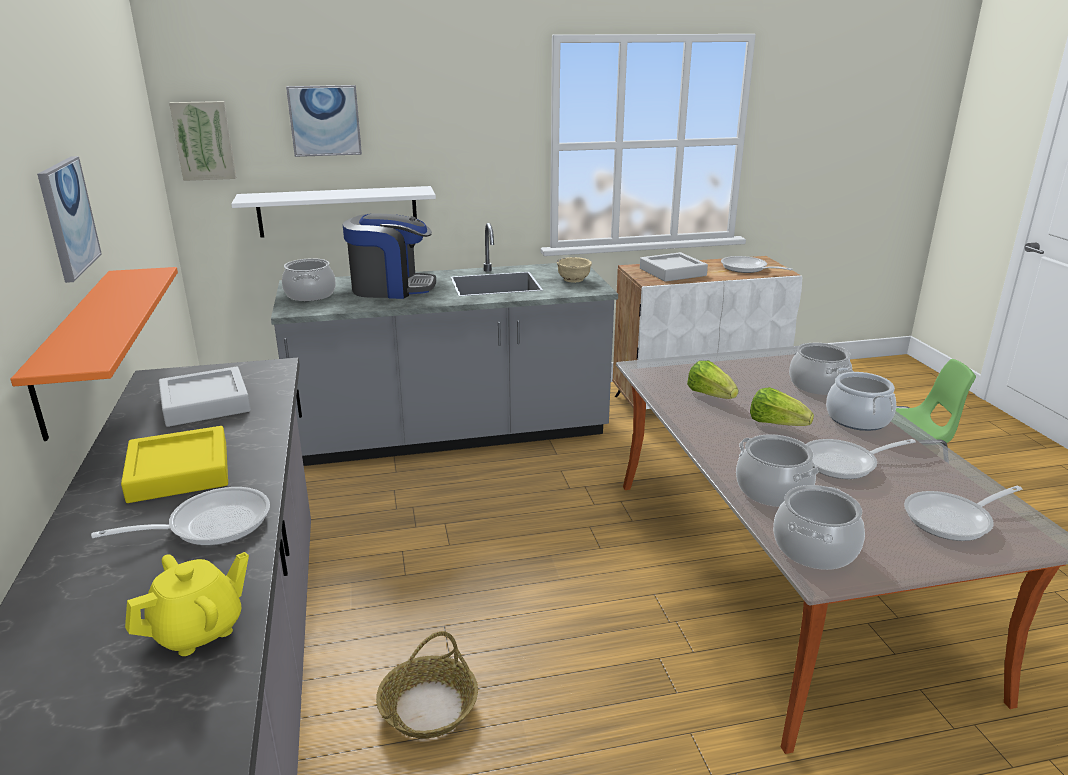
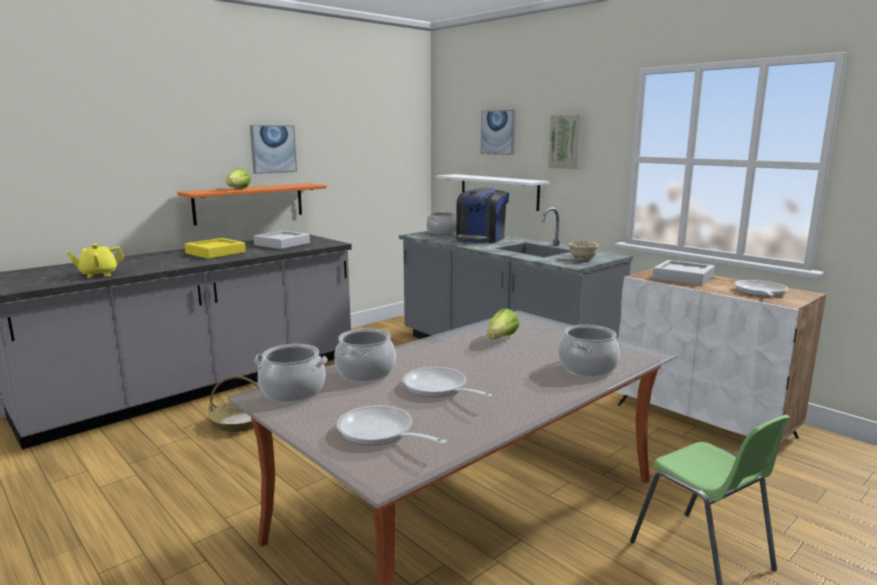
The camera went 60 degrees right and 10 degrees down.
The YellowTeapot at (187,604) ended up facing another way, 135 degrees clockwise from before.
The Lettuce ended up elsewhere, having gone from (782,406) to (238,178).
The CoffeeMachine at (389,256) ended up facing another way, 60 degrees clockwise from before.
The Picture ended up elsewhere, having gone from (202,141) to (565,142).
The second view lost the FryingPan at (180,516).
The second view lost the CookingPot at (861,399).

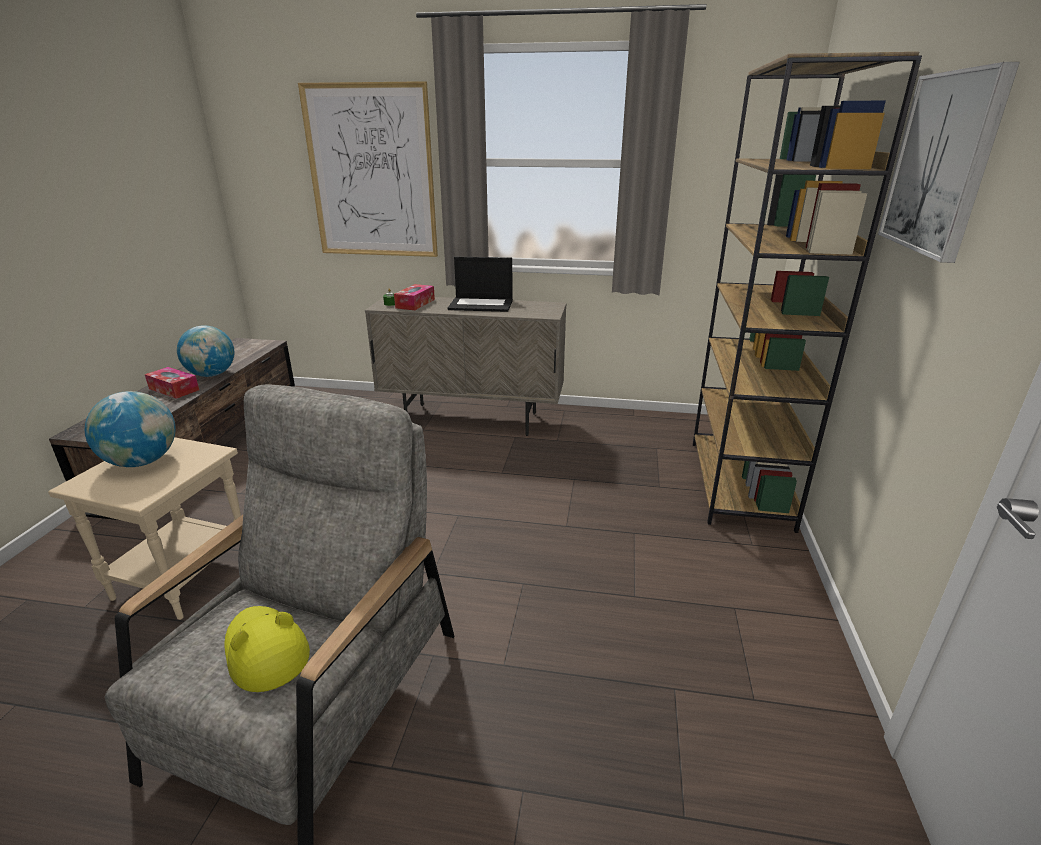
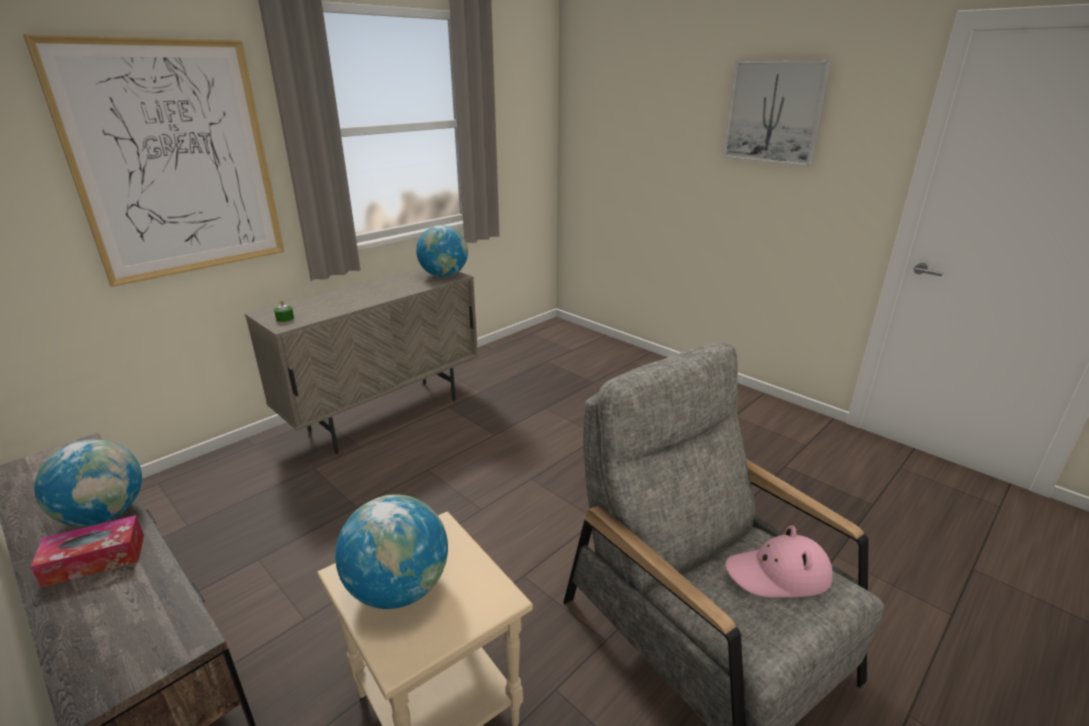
The camera went 55 degrees left and 0 degrees up.
The second view gained the Globe at (442,251).
What was the YellowHat at (267,649) turned into the PinkHat at (779,562).
The second view lost the TissueBox at (414,297).
The second view lost the Laptop at (480,284).
The second view lost the BrownBookcase at (807,292).

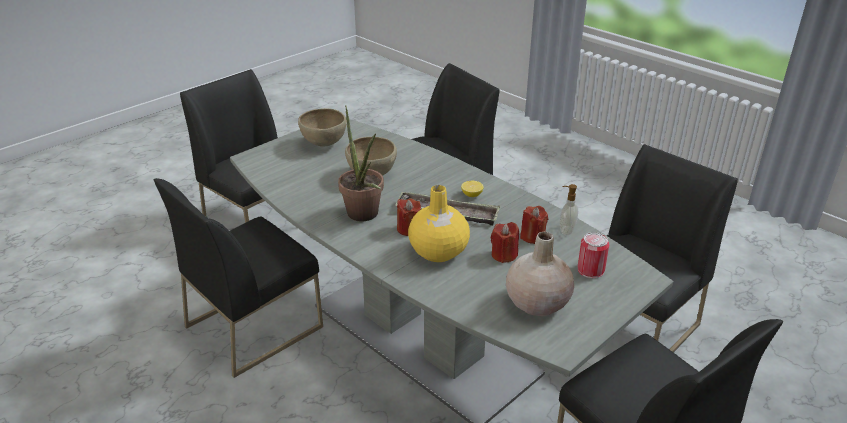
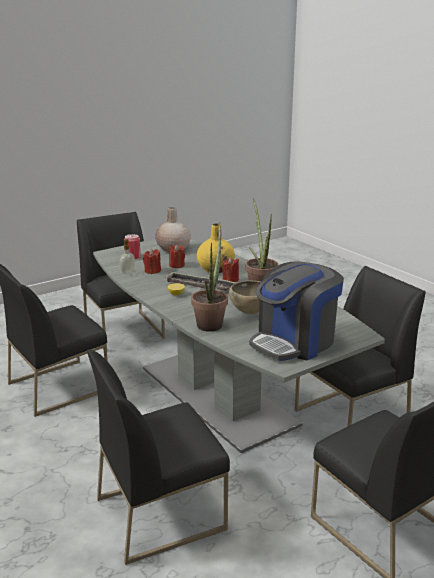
The camera went 170 degrees left and 10 degrees down.
The second view gained the PottedPlant at (209,277).
Where the BrownBowl stood at (322,127), the CoffeeMachine came to stand at (296,311).

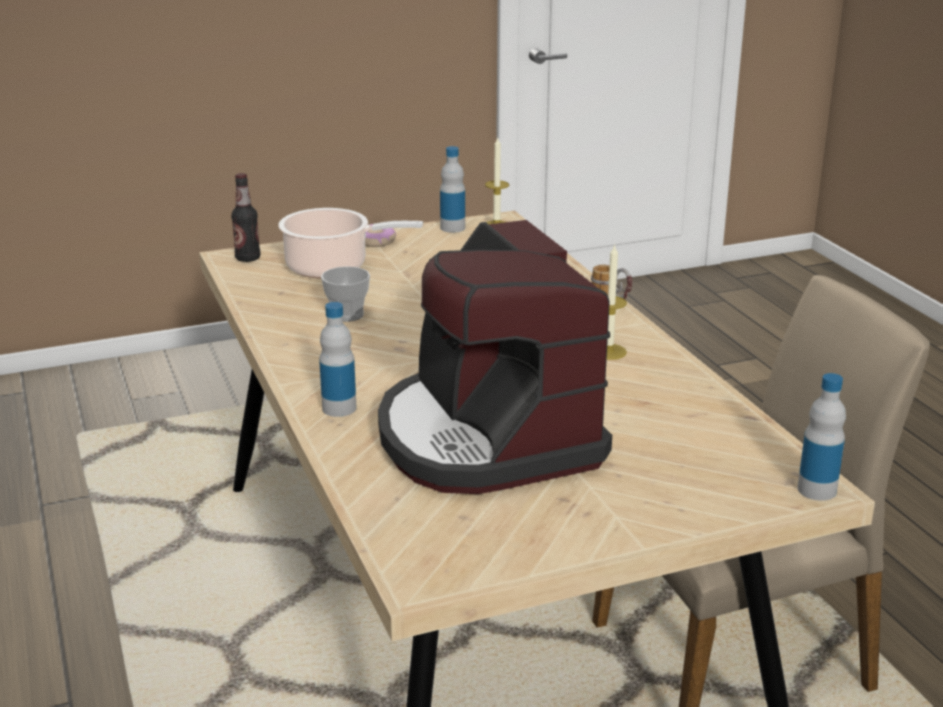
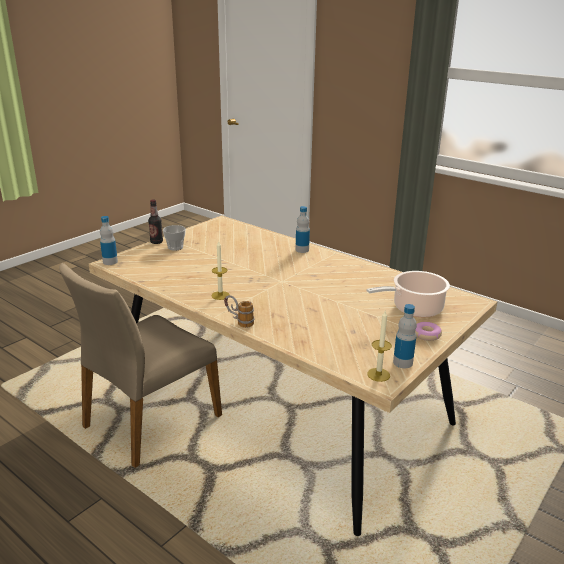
The camera went 150 degrees right and 0 degrees up.
The Bottle ended up elsewhere, having gone from (245,217) to (155,221).
The Cup ended up elsewhere, having gone from (345,294) to (174,238).
The second view lost the CoffeeMachine at (495,357).

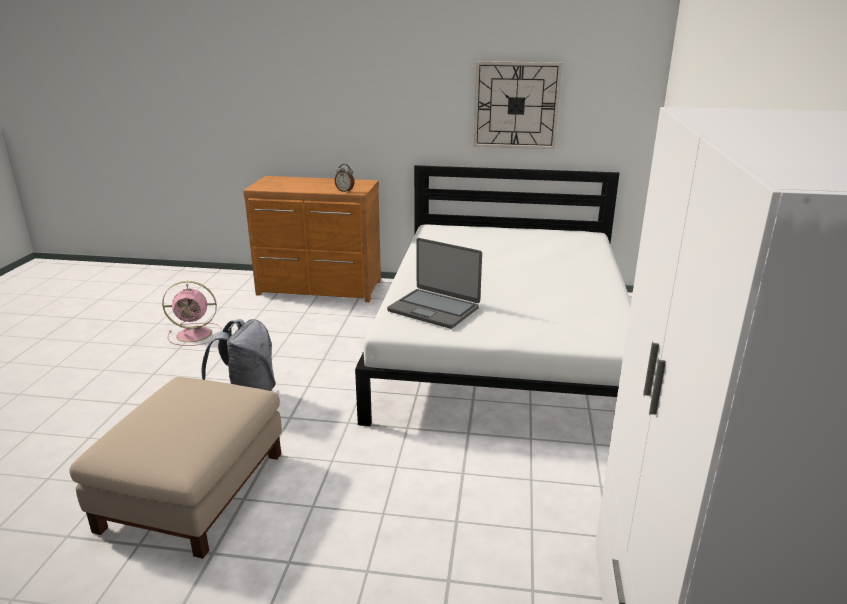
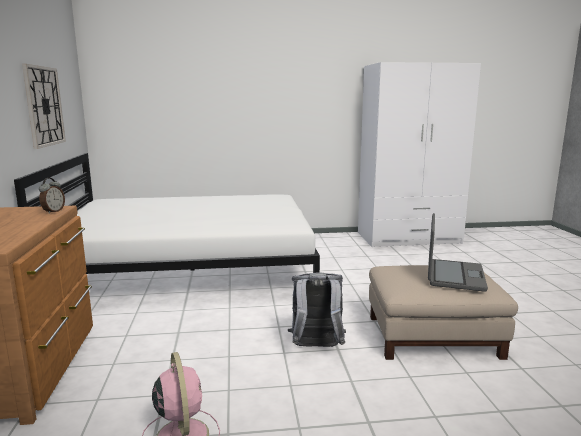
The camera went 105 degrees left and 10 degrees down.
The Laptop ended up elsewhere, having gone from (434,283) to (458,252).

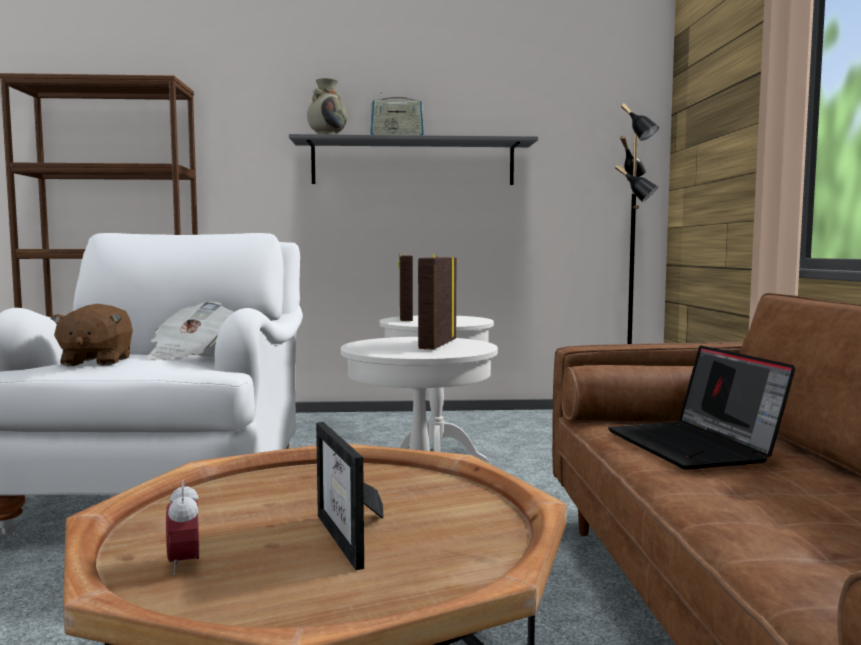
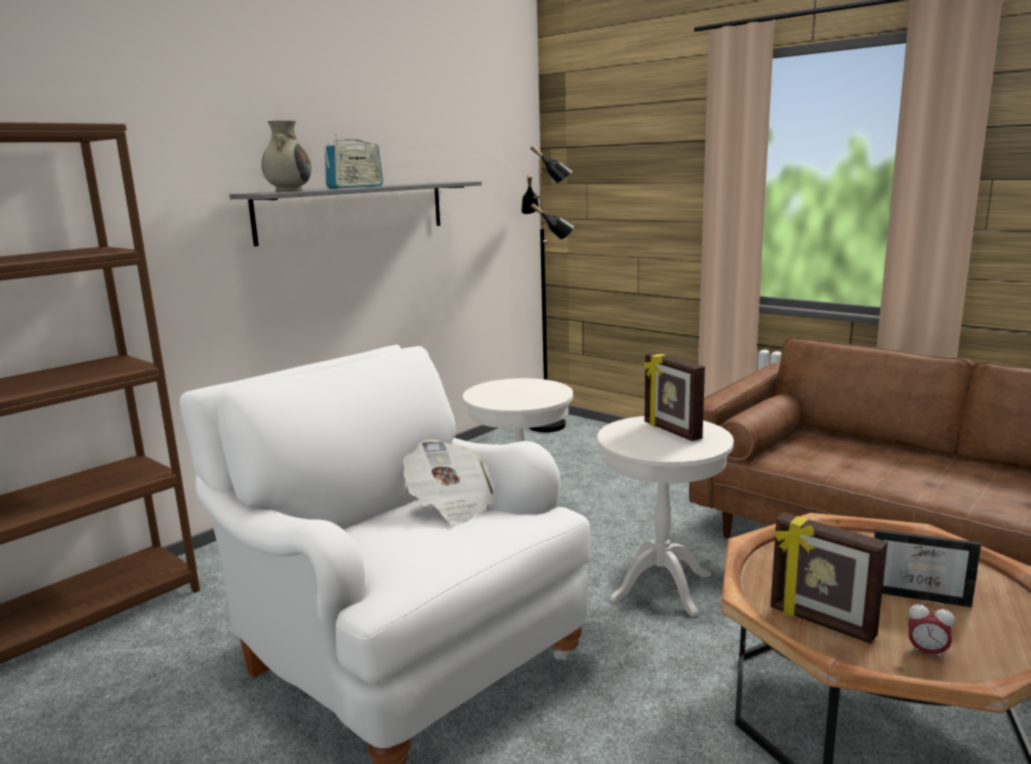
The camera went 45 degrees left and 10 degrees up.
The PictureFrame ended up elsewhere, having gone from (405,287) to (829,578).
The second view lost the BrownPlushToy at (91,335).
The second view lost the Laptop at (702,407).

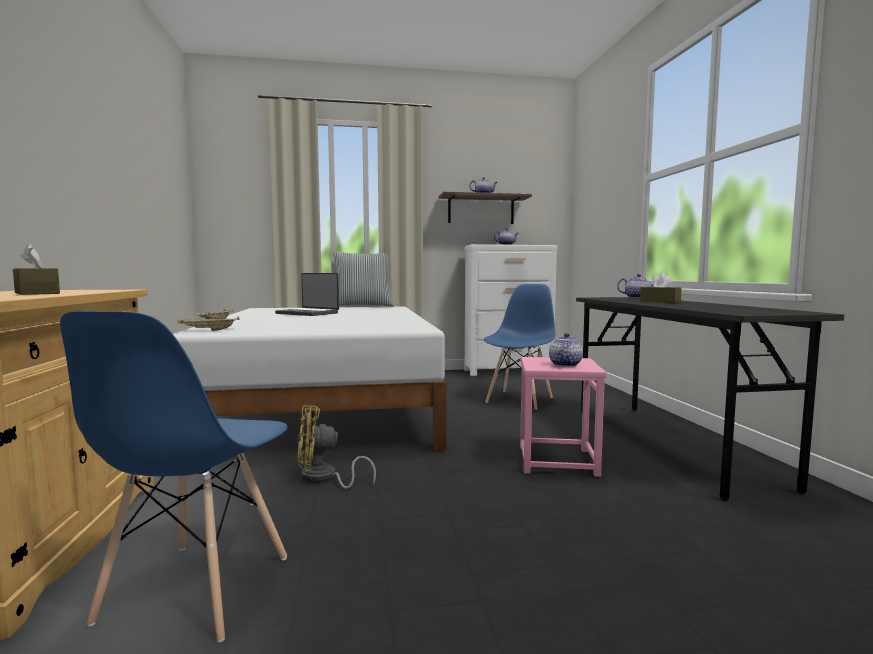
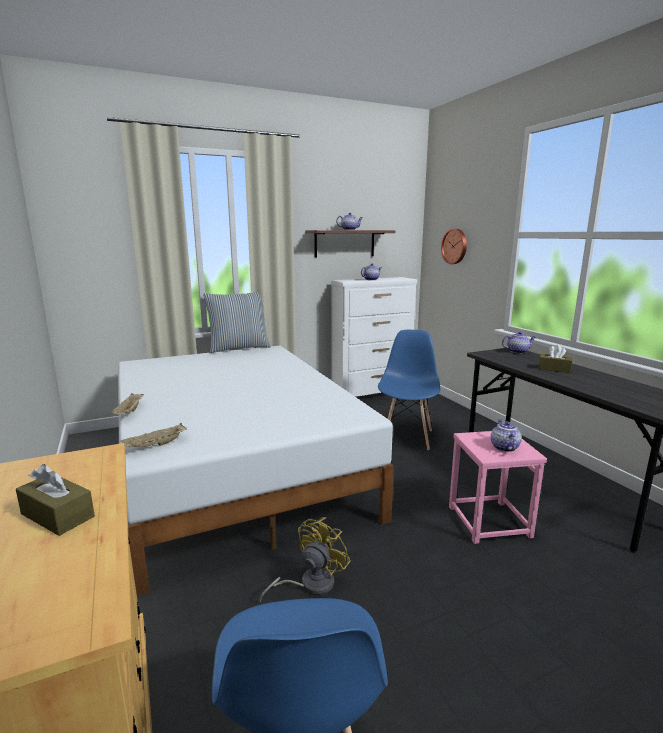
The camera went 15 degrees left and 10 degrees up.
The YellowFan at (336,447) ended up facing another way, 150 degrees clockwise from before.
The second view gained the WallClock at (454,246).
The second view lost the Laptop at (307,294).

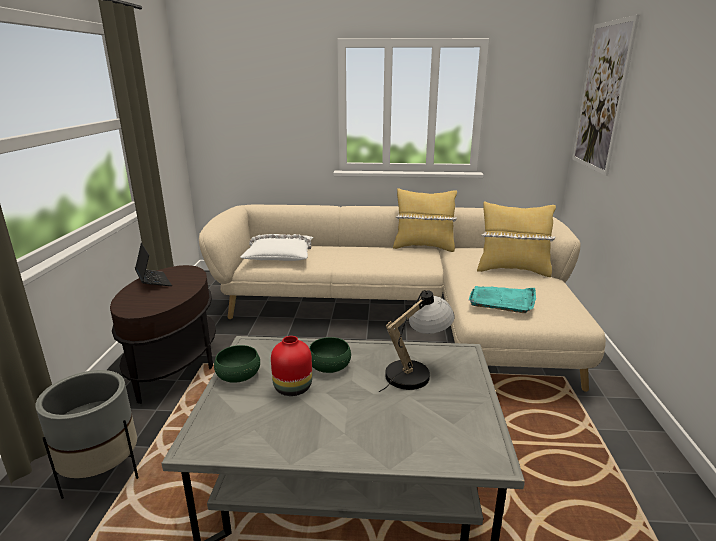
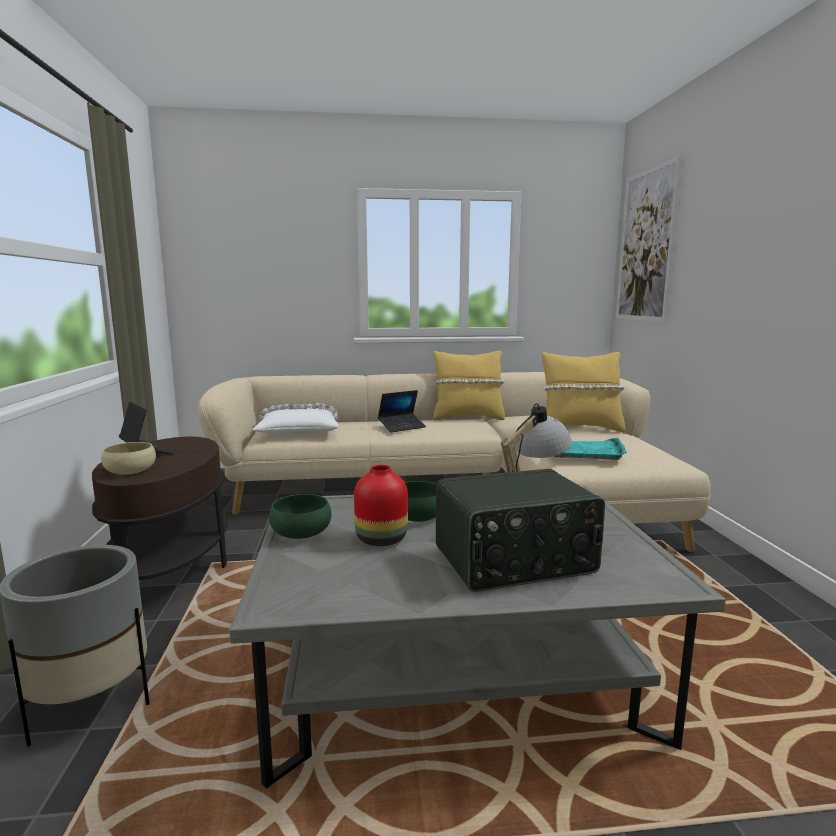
The camera went 10 degrees left and 10 degrees down.
The second view gained the BeigeBowl at (128,458).
The second view gained the Laptop at (402,411).
The second view gained the Radio at (520,530).

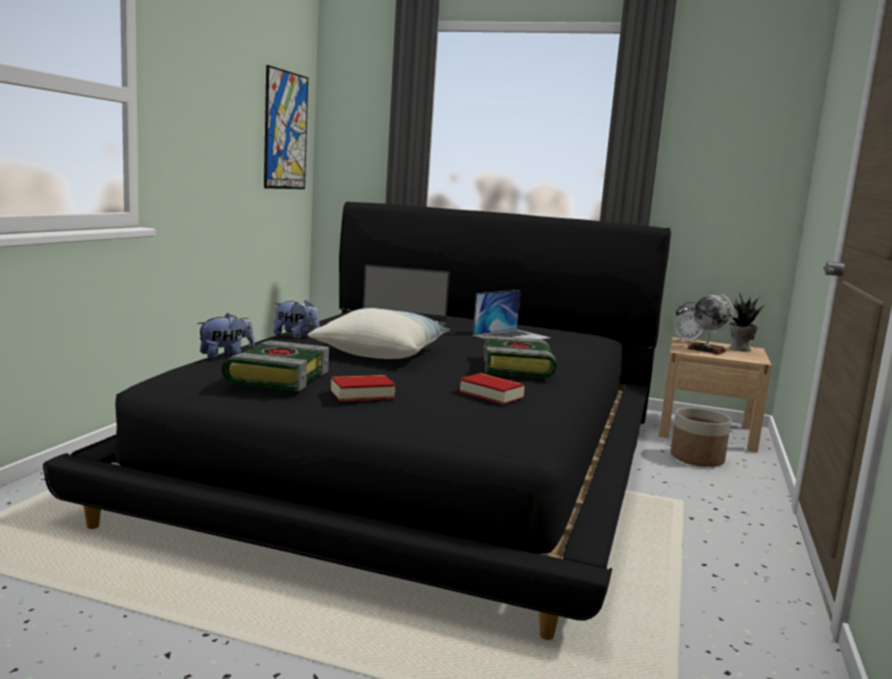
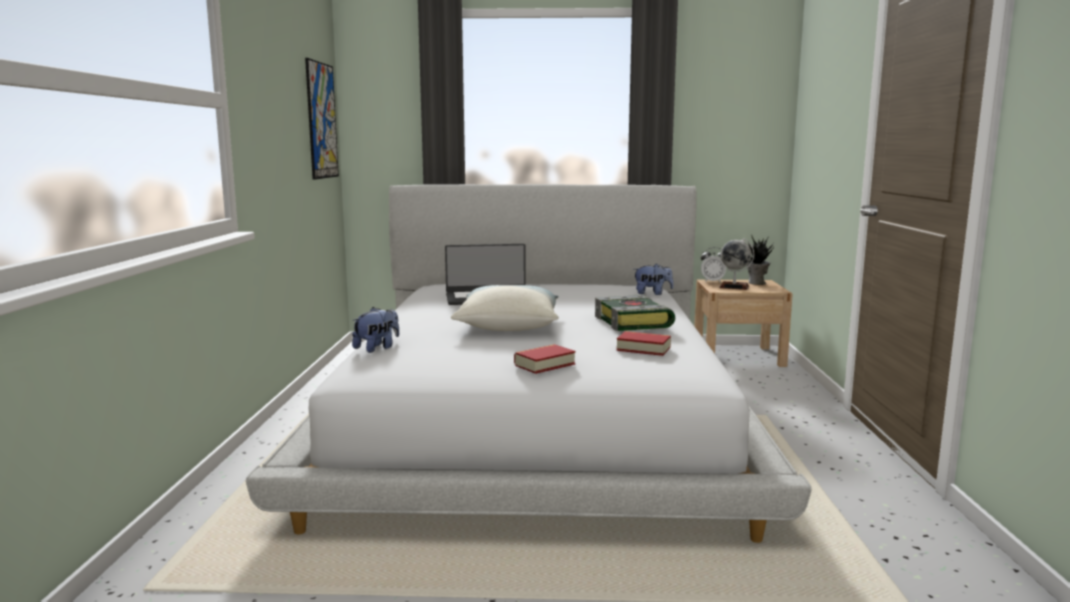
The camera went 15 degrees left and 0 degrees up.
What was the BlackBed at (357,420) turned into the WhiteBed at (528,363).
The PlushToy ended up elsewhere, having gone from (296,319) to (654,279).
The second view lost the Book at (275,366).
The second view lost the Laptop at (512,315).
The second view lost the Planter at (700,437).

